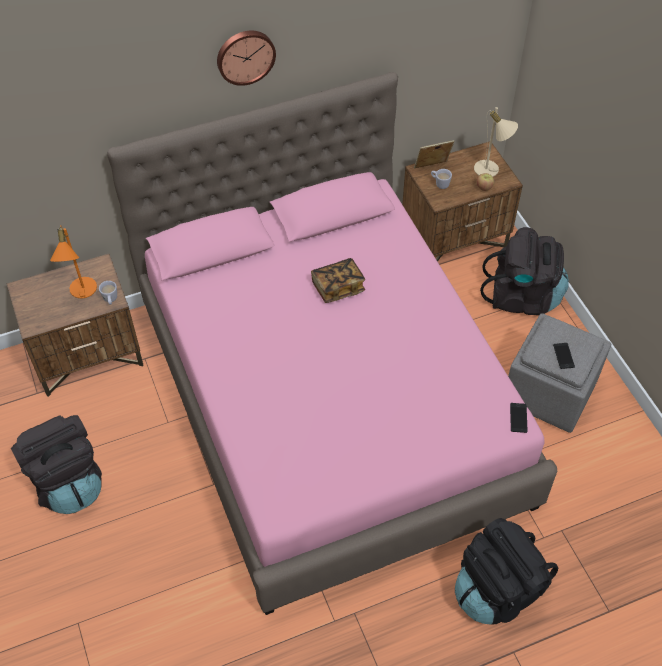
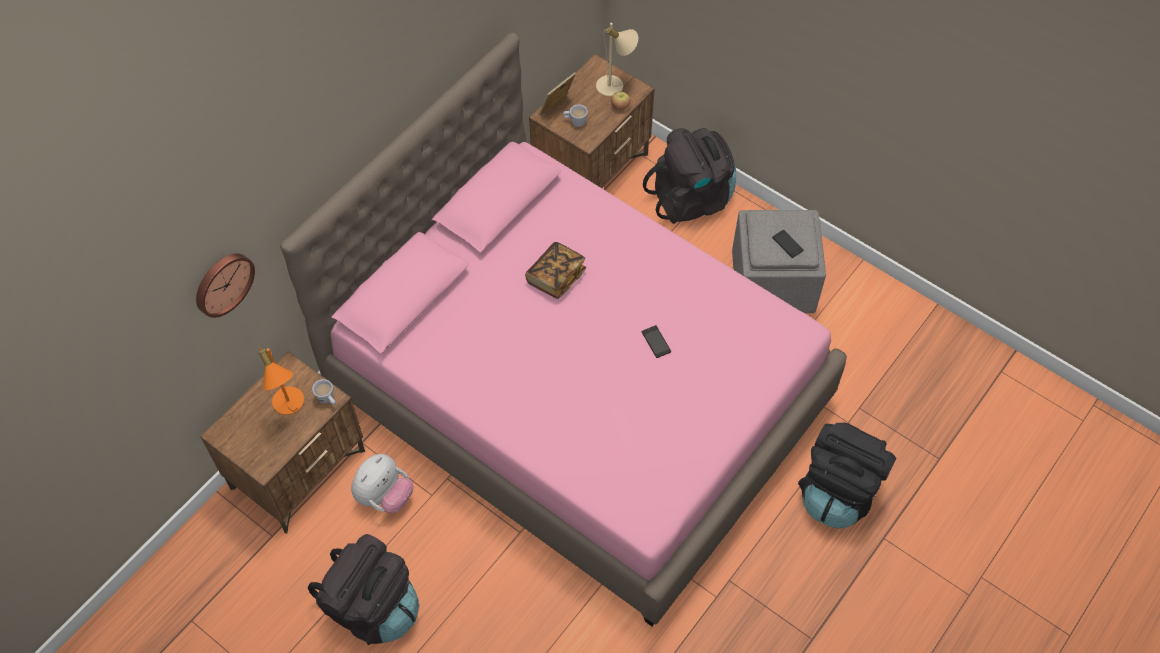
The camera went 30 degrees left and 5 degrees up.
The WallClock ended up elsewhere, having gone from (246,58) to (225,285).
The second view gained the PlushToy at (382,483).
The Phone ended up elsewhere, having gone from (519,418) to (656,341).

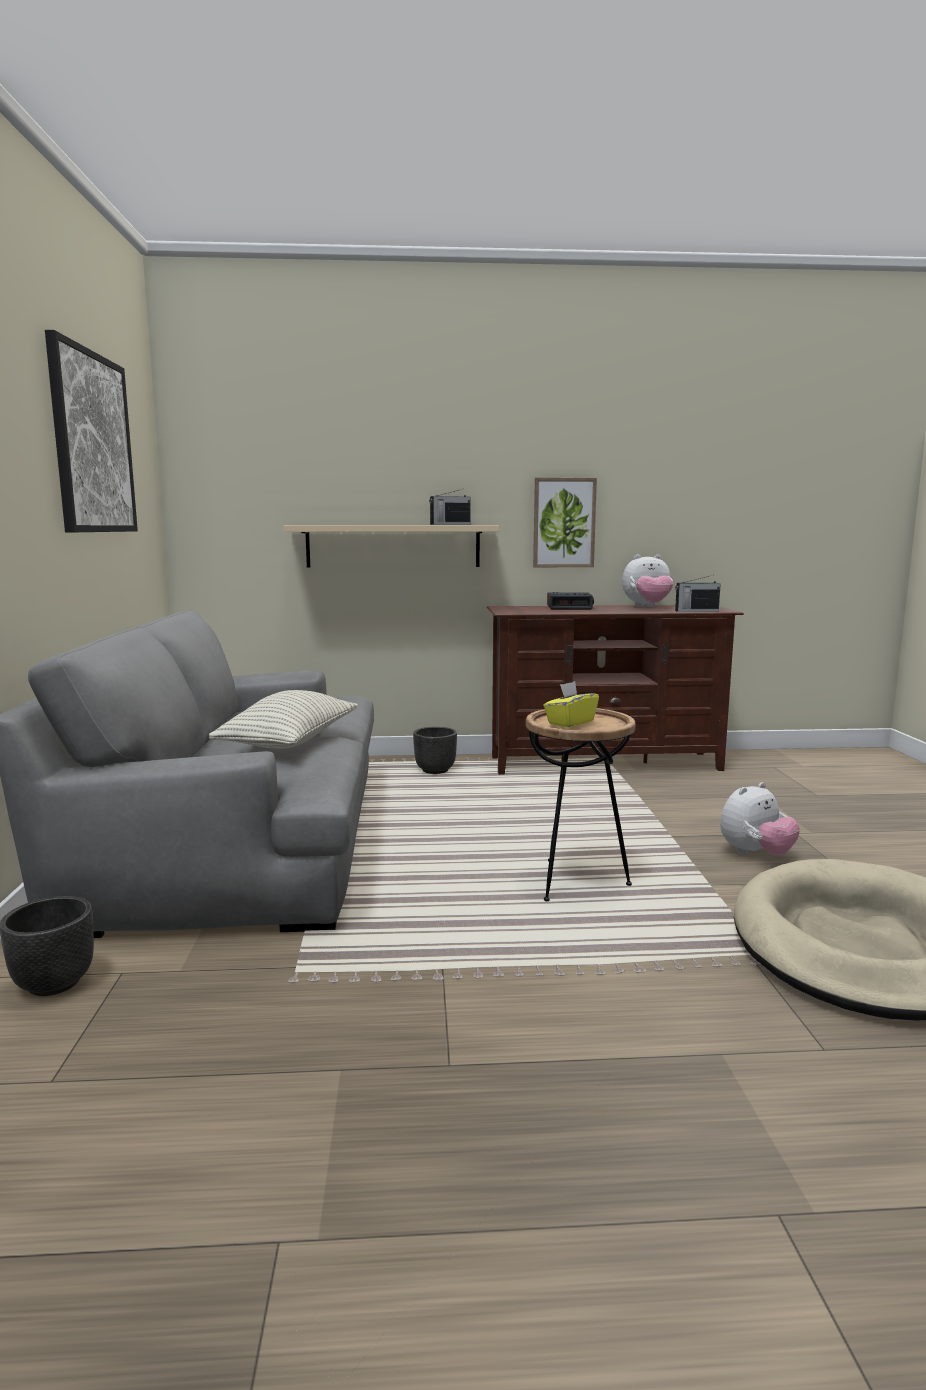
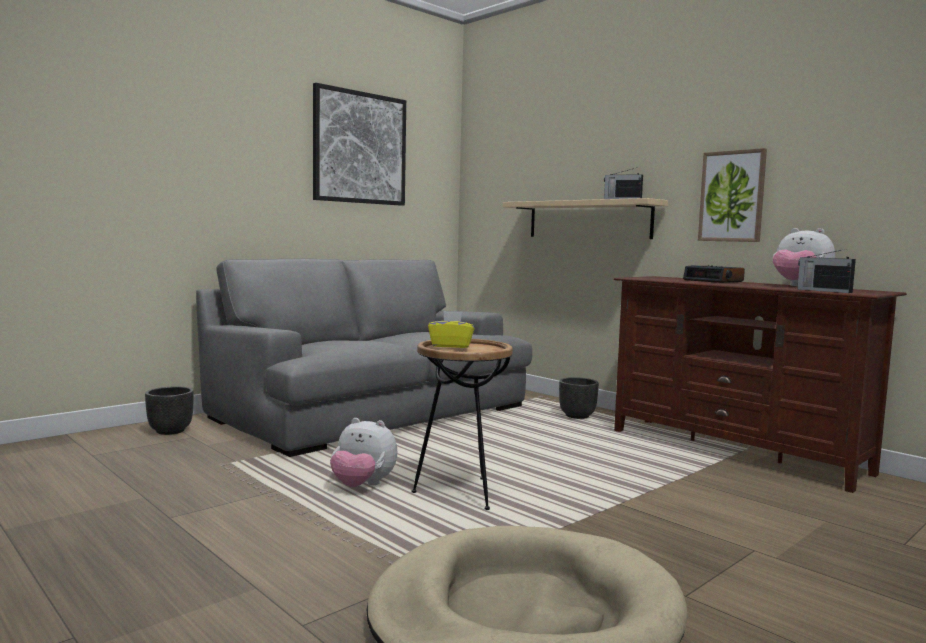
The camera went 50 degrees right and 5 degrees down.
The PlushToy ended up elsewhere, having gone from (760,819) to (363,452).
The second view lost the Pillow at (283,719).

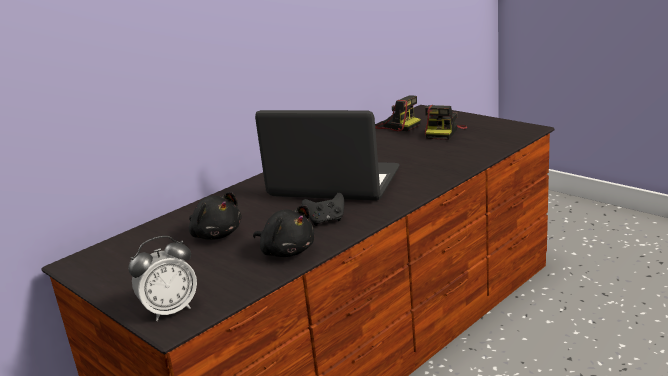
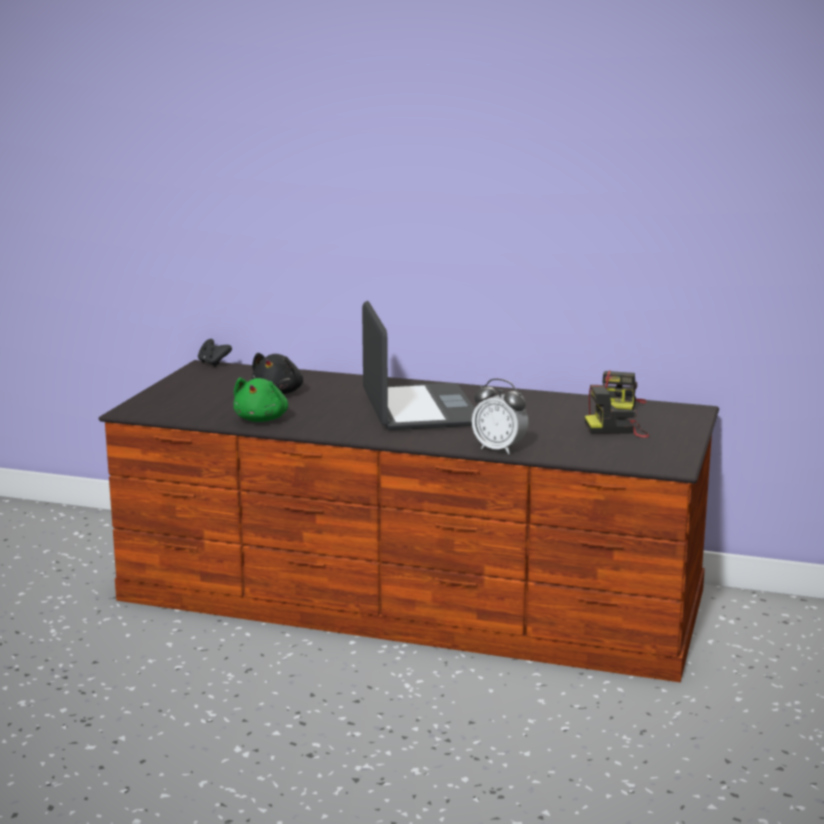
The camera went 60 degrees right and 5 degrees down.
The BlackGameController ended up elsewhere, having gone from (323,209) to (215,353).
What was the BlackPlushToy at (284,231) turned into the GreenPlushToy at (261,400).
The AlarmClock ended up elsewhere, having gone from (162,278) to (500,417).

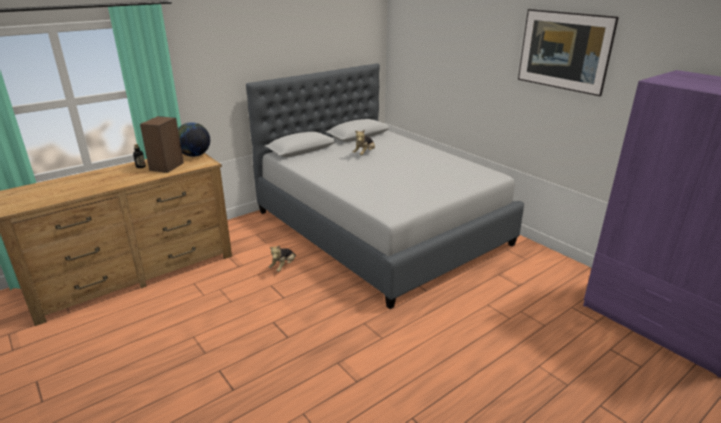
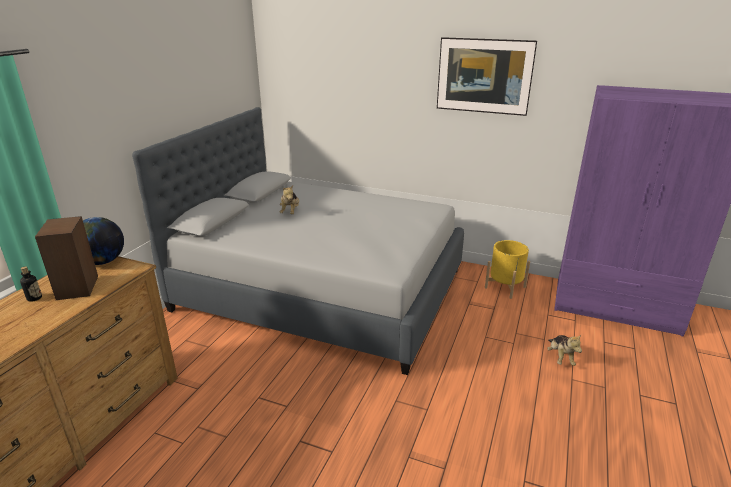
The camera went 30 degrees left and 0 degrees up.
The second view gained the YellowPlanter at (507,269).
The PlushToy ended up elsewhere, having gone from (282,258) to (565,350).

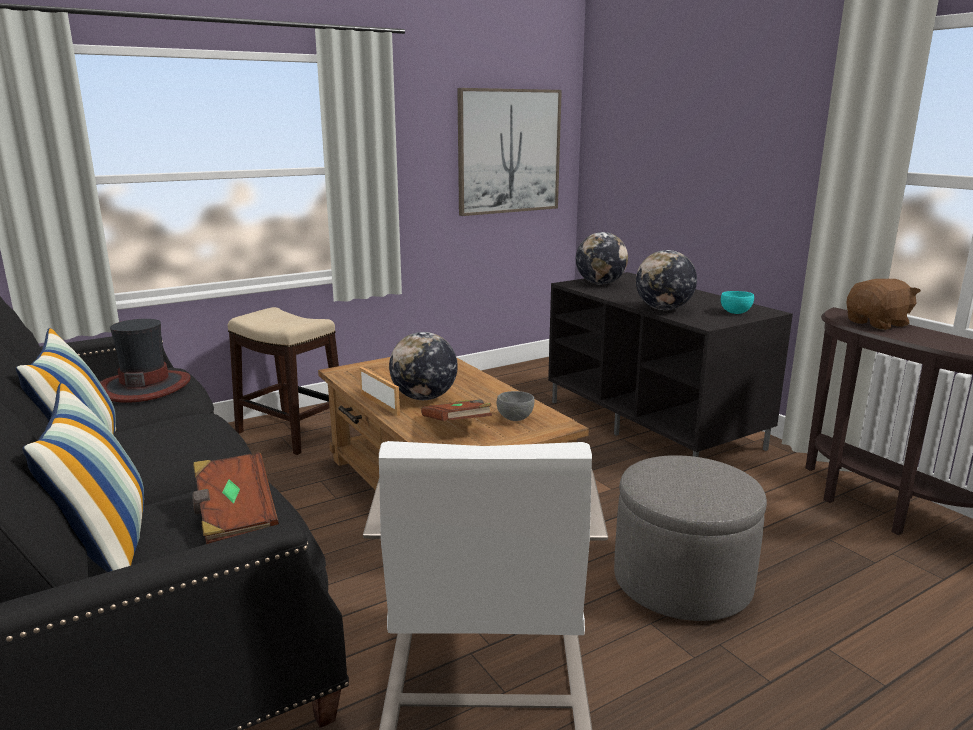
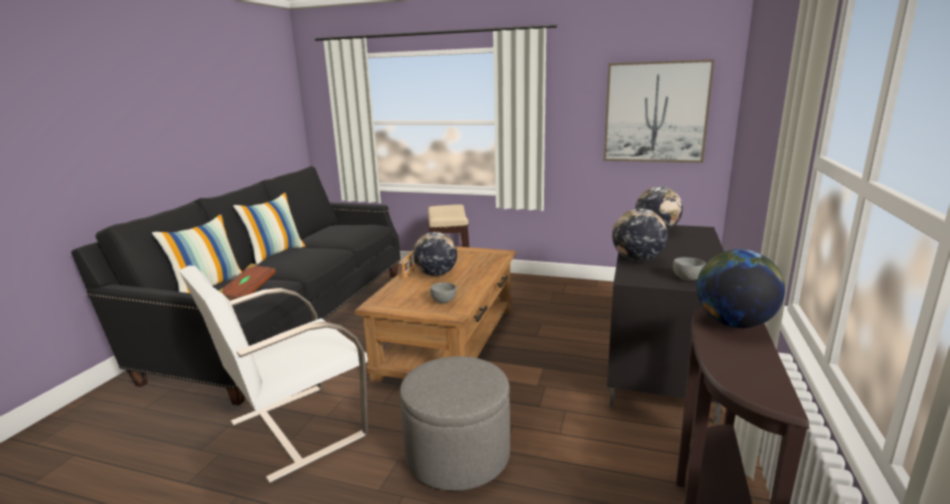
The camera went 50 degrees right and 0 degrees up.
What was the TurquoiseBowl at (737,302) turned into the GreyBowl at (689,269).
Where the BrownPlushToy stood at (883,304), the Globe came to stand at (741,288).
The second view lost the Hat at (145,361).
The second view lost the BrownBook at (456,410).

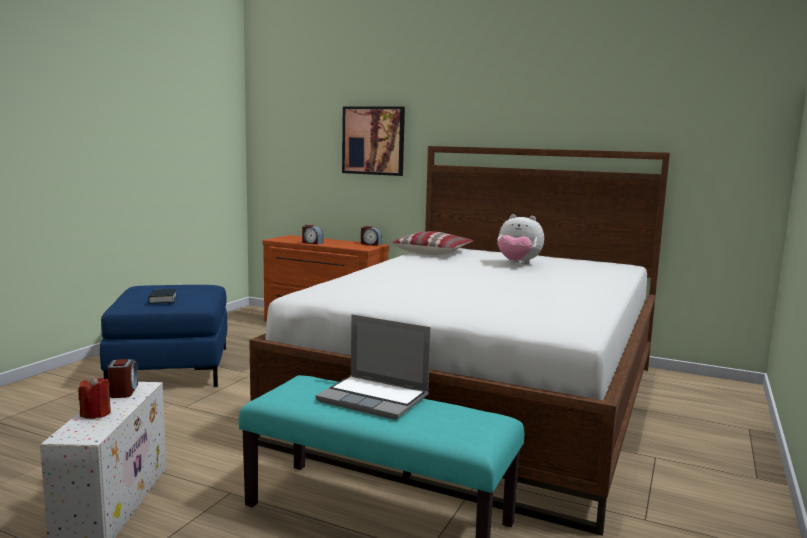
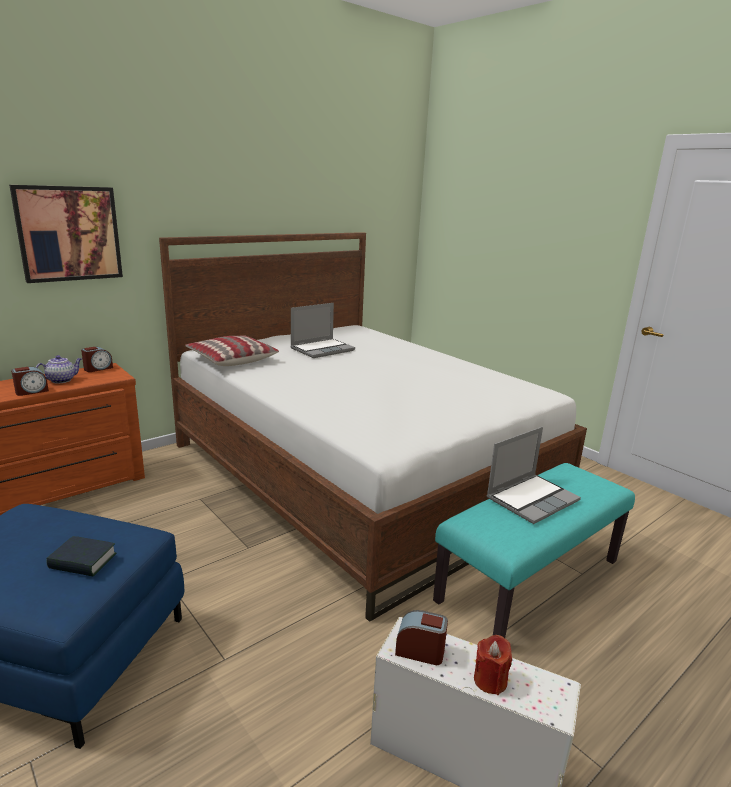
The camera went 65 degrees left and 10 degrees up.
The second view gained the Teapot at (59,369).
Where the PlushToy stood at (520,239), the Laptop came to stand at (322,330).

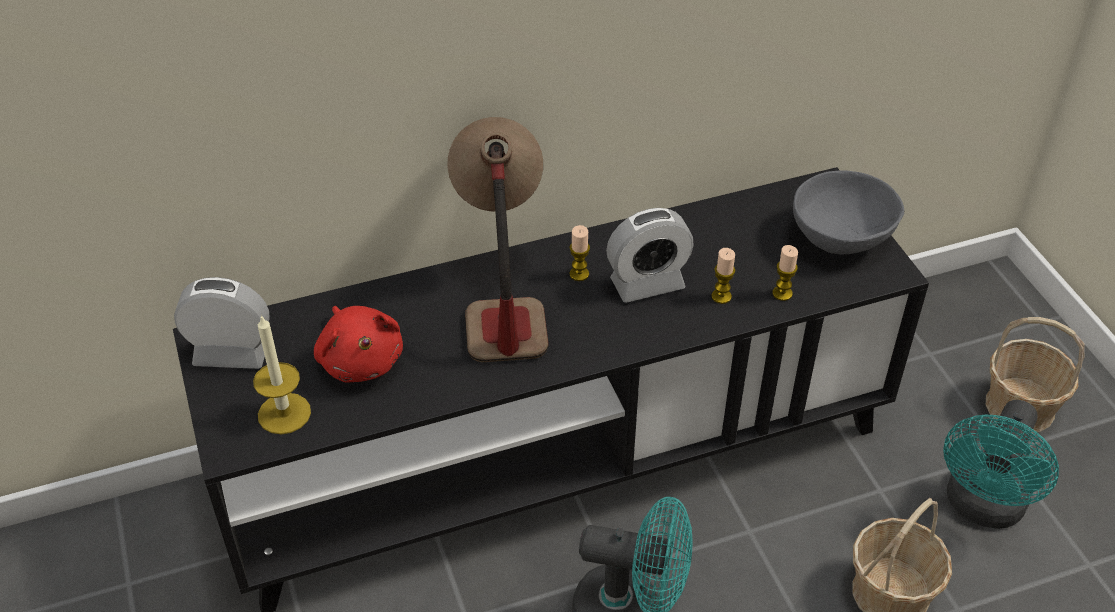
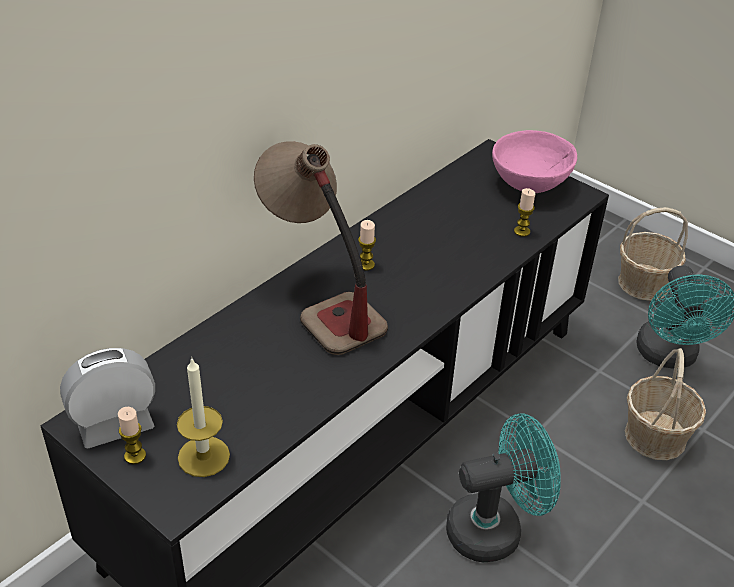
The camera went 30 degrees left and 5 degrees down.
The Candle ended up elsewhere, having gone from (723,276) to (132,436).
What was the GreyBowl at (848,212) turned into the PinkBowl at (534,161).
The second view lost the RedPlushToy at (358,344).
The second view lost the AlarmClock at (649,255).

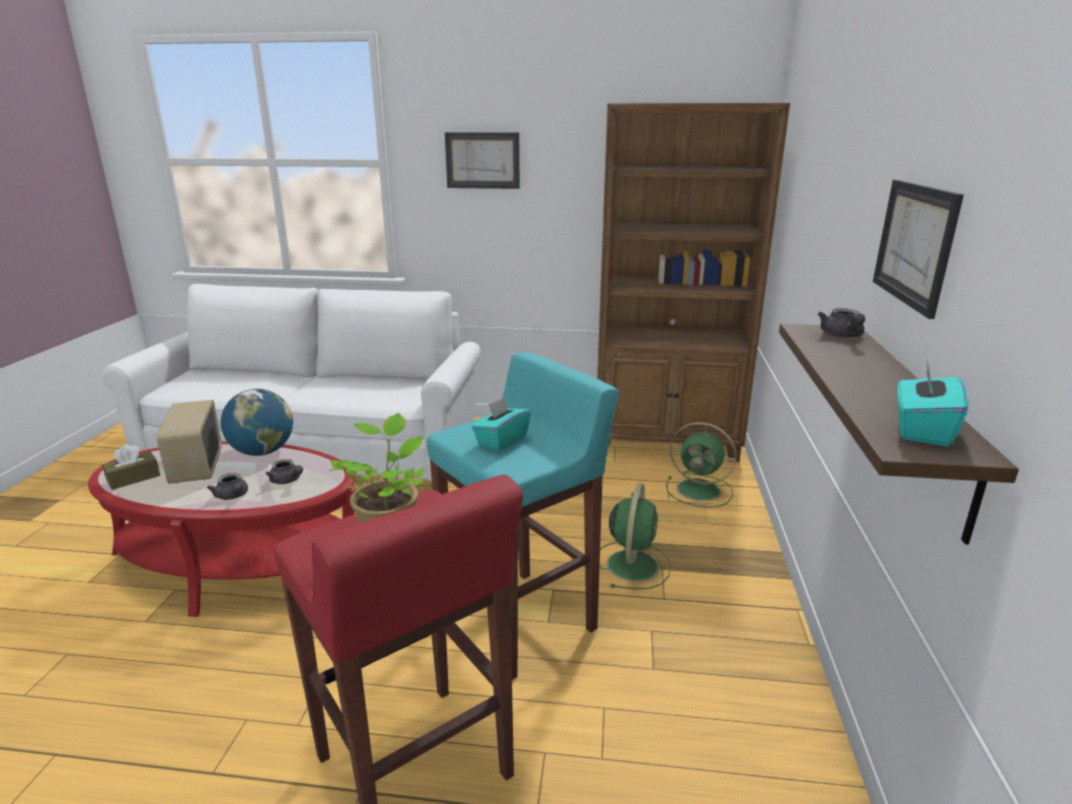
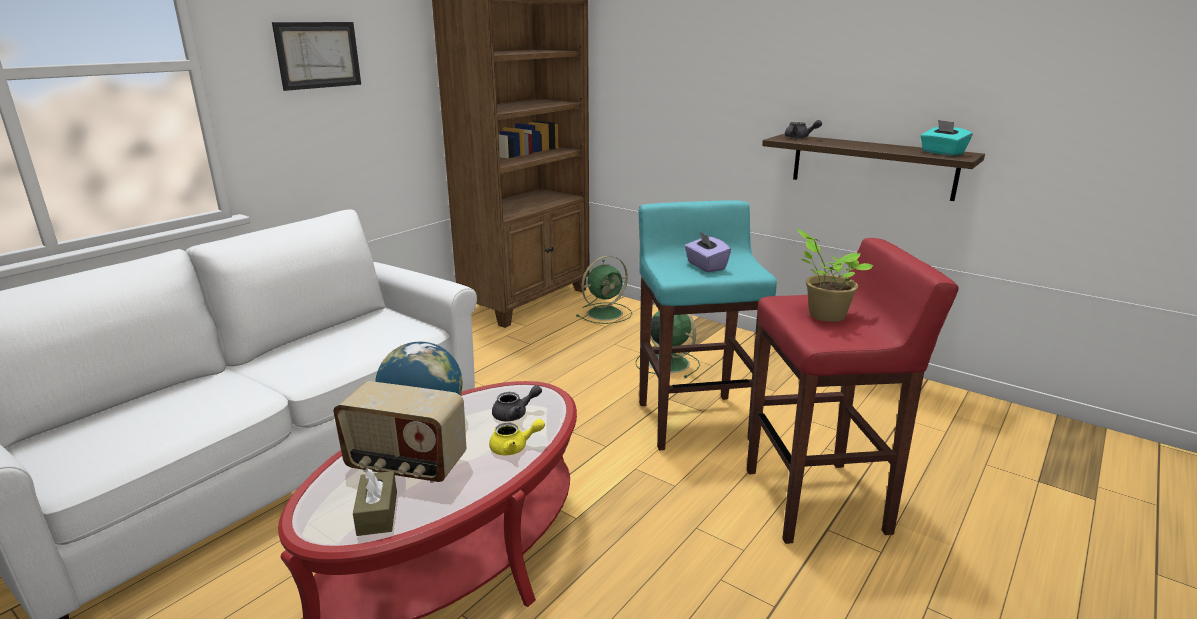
The camera went 60 degrees left and 0 degrees up.
What was the GreyTeapot at (227,486) turned into the YellowTeapot at (517,437).
What was the TurquoiseTissueBox at (501,424) turned into the PurpleTissueBox at (707,252).
The second view lost the Picture at (918,249).

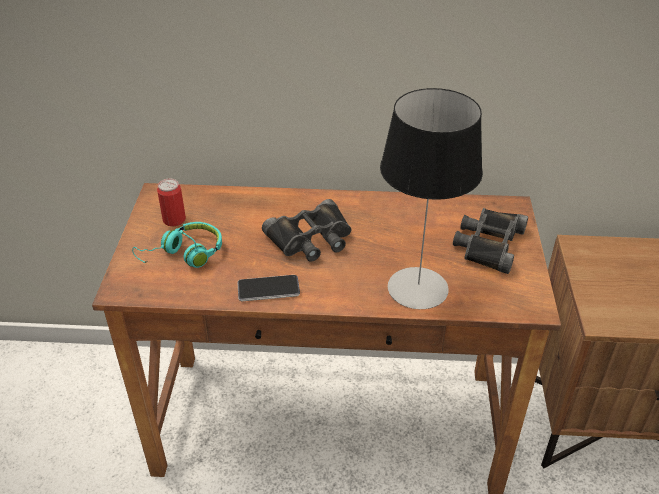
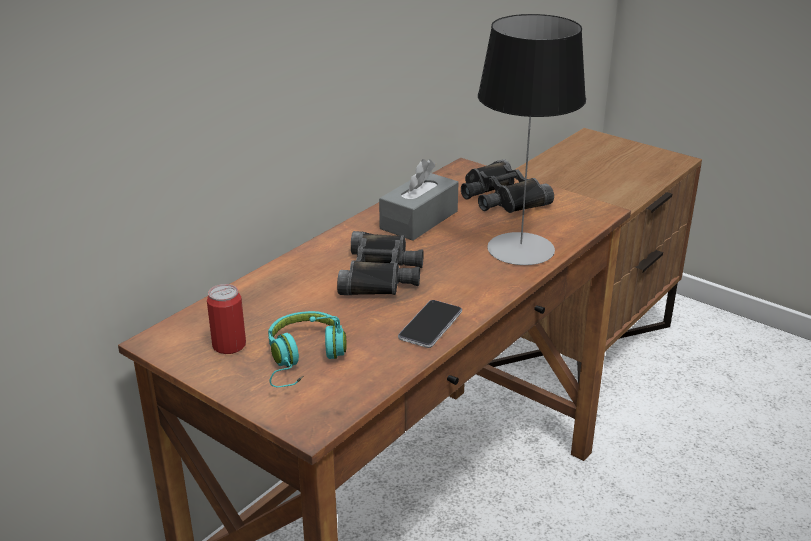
The camera went 55 degrees left and 10 degrees down.
The second view gained the GreyTissueBox at (419,200).

